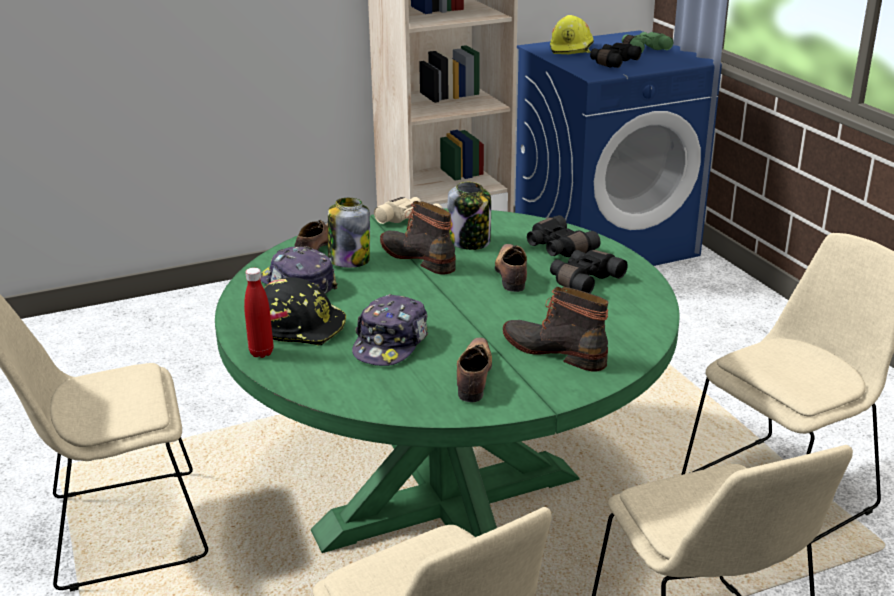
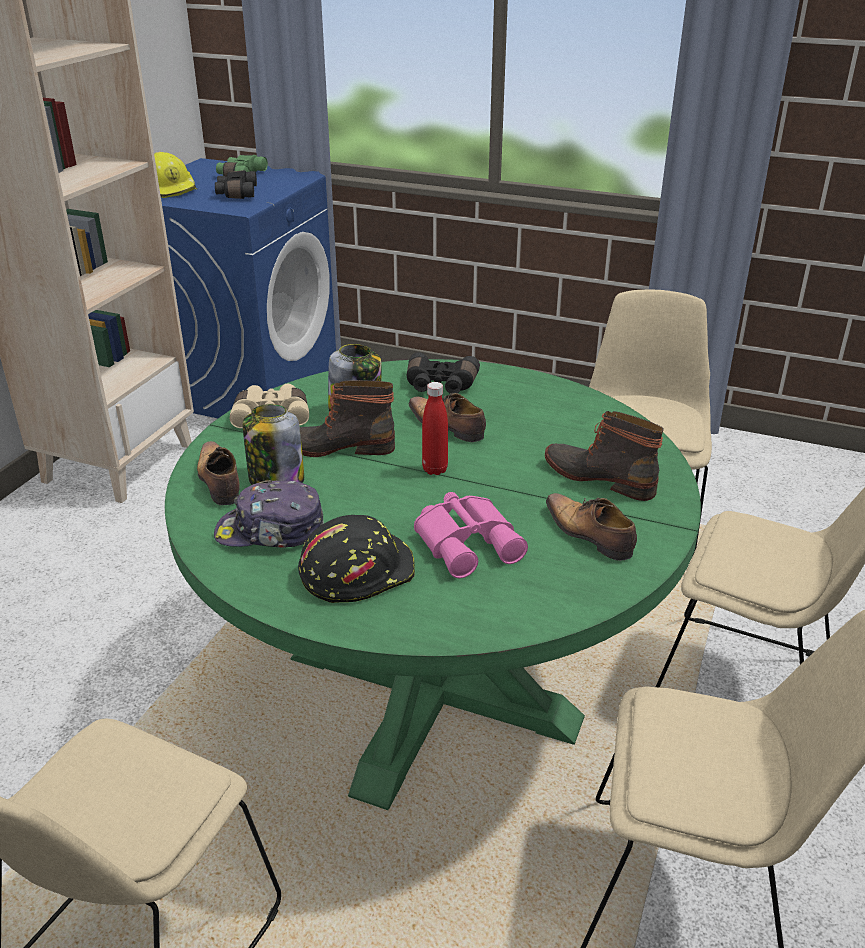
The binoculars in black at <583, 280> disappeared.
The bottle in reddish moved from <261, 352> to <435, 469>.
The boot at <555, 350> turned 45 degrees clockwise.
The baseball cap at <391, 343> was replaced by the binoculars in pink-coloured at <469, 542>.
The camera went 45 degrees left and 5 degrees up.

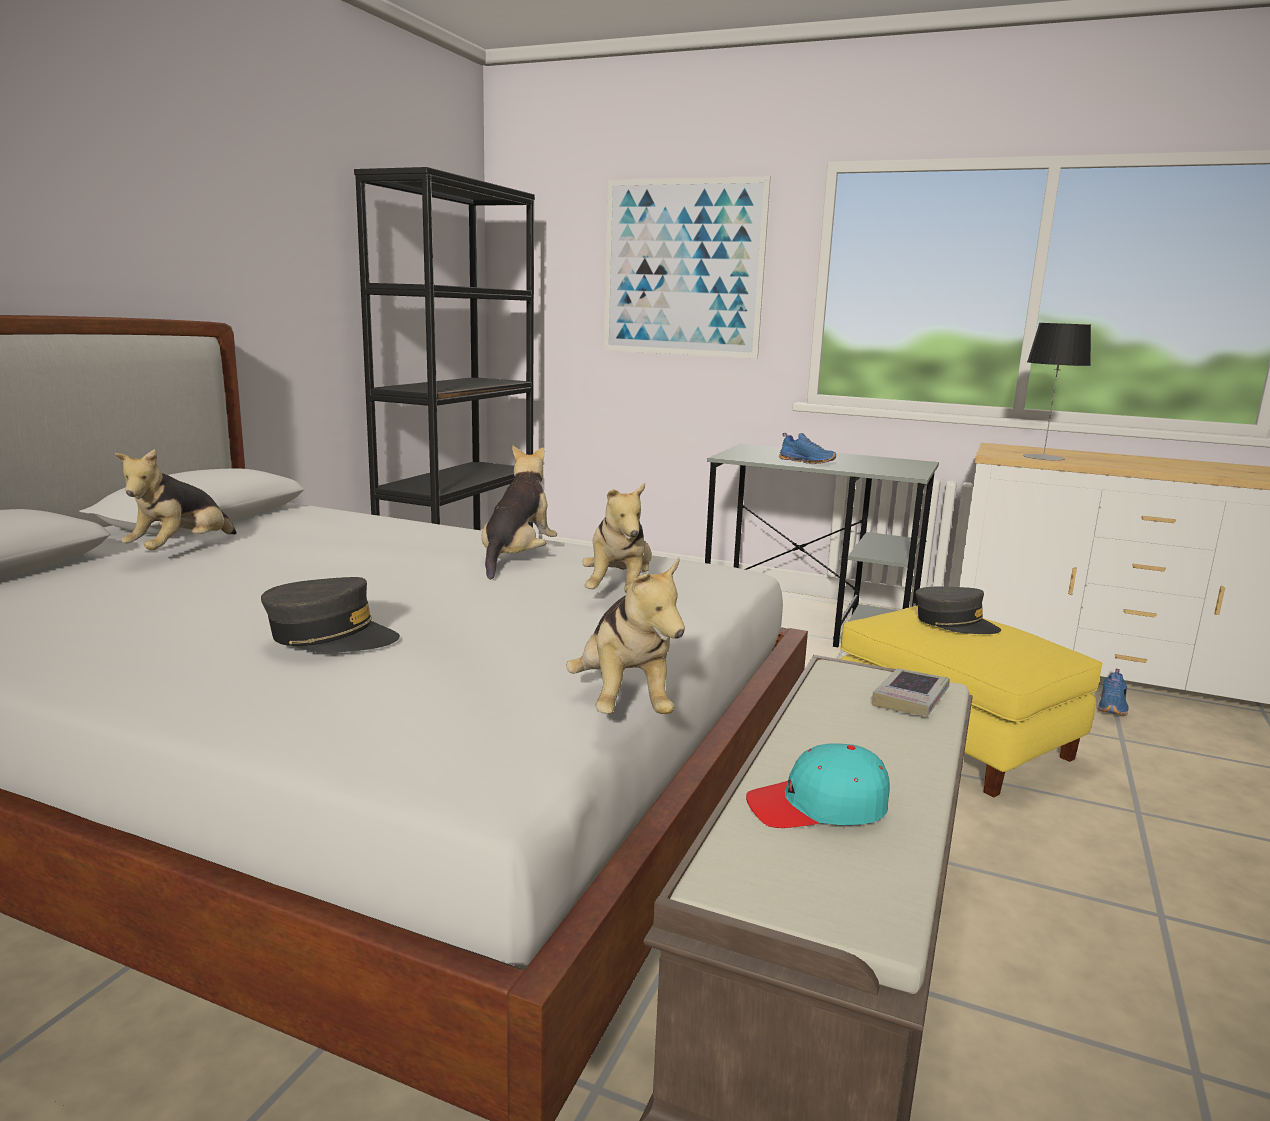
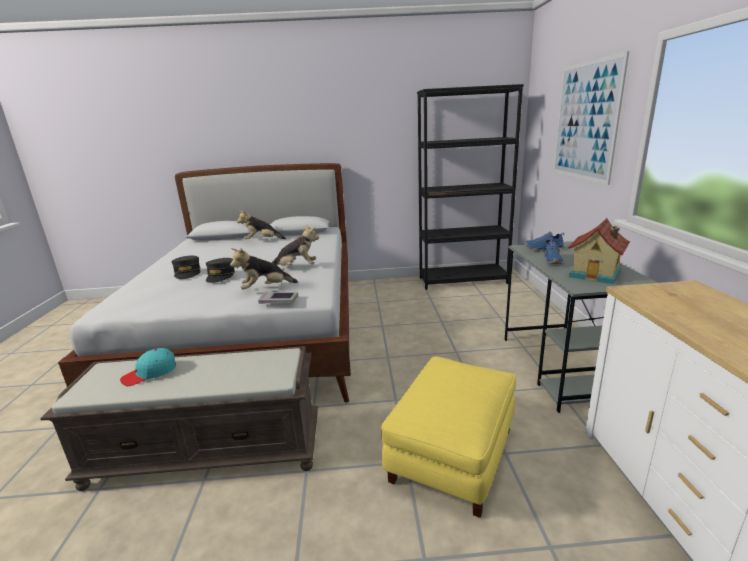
The table lamp at <1043, 457> disappeared.
The plush toy at <622, 703> disappeared.
The baseball cap in gray moved from <954, 623> to <221, 276>.
The volume moved from <910, 699> to <278, 301>.
The item of footwear in blue-coloured moved from <1112, 707> to <544, 249>.
The baseball cap in blue-green at <818, 807> turned 90 degrees counterclockwise.
The model house at <596, 274> appeared.
The camera went 65 degrees right and 5 degrees up.

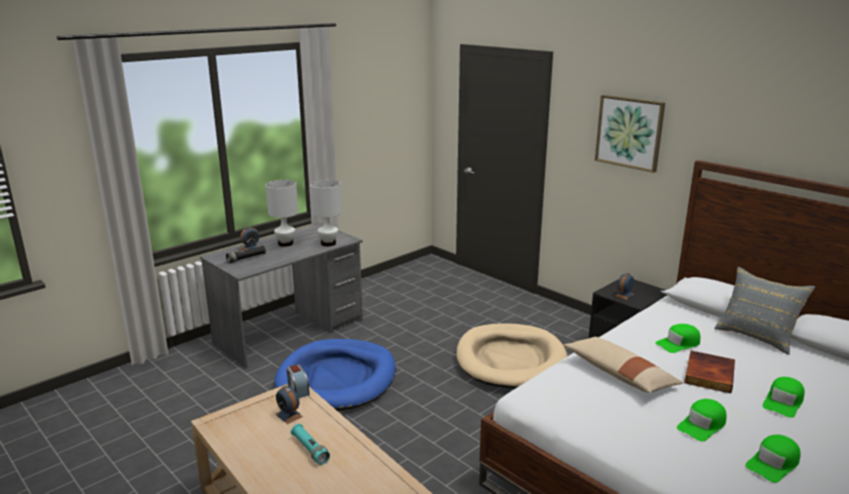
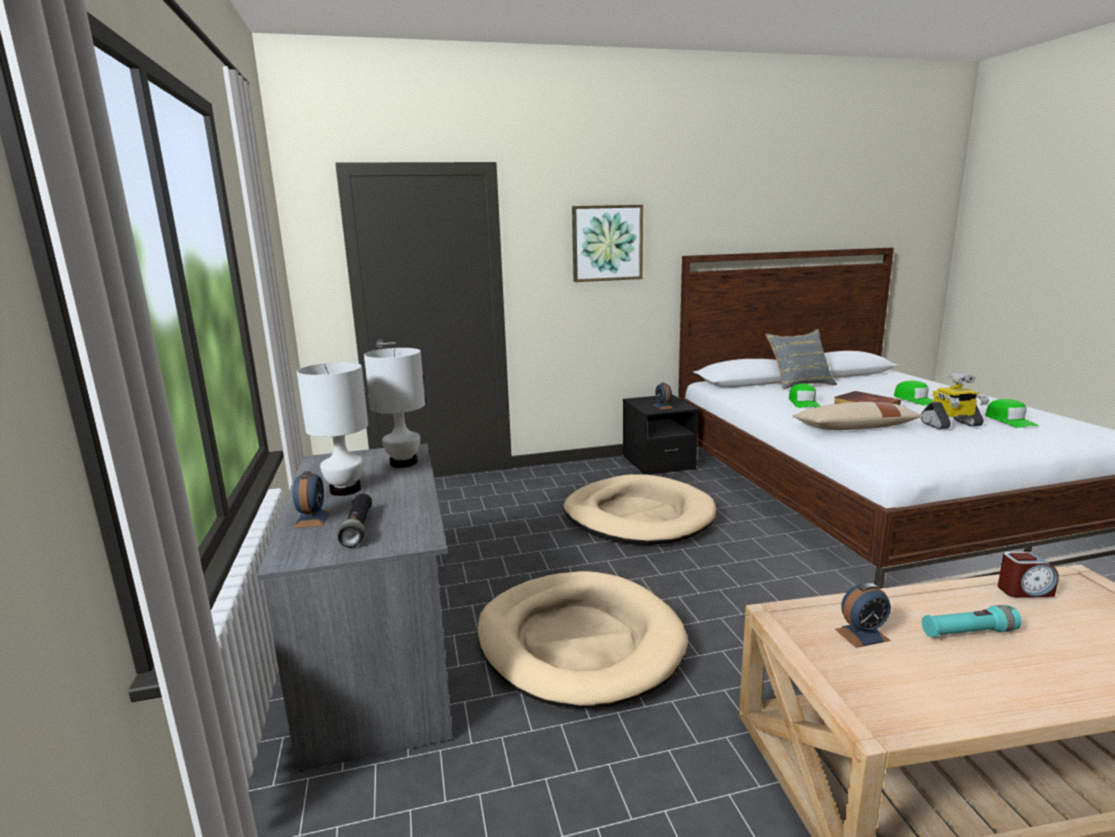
The dog cushion in blue-coloured at <337, 379> became the dog cushion in beige at <579, 642>.
The alarm clock moved from <298, 390> to <1024, 591>.
The baseball cap in green at <702, 425> was replaced by the toy robot at <951, 424>.
The camera went 60 degrees left and 5 degrees down.

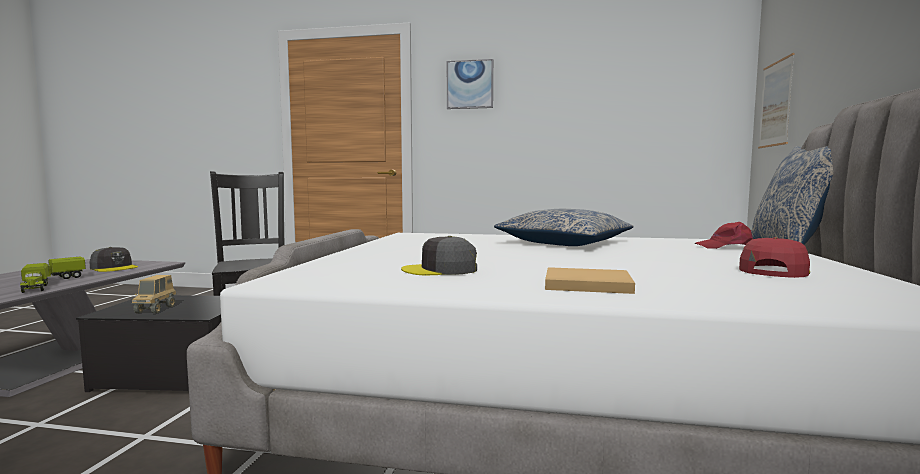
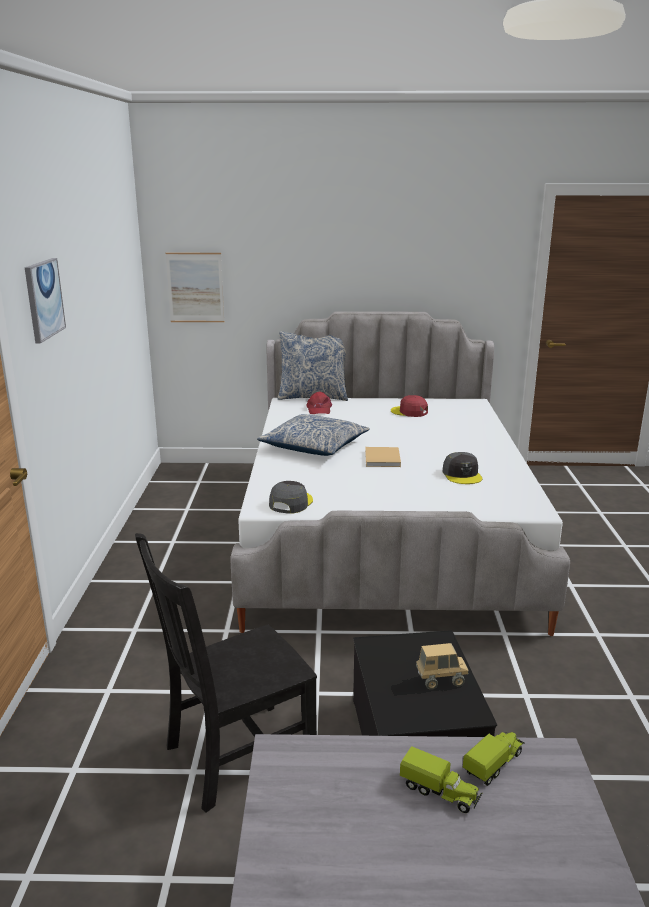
The baseball cap in gray moved from <114, 268> to <290, 503>.
The volume in beige moved from <584, 284> to <382, 459>.
The camera went 100 degrees left and 15 degrees up.

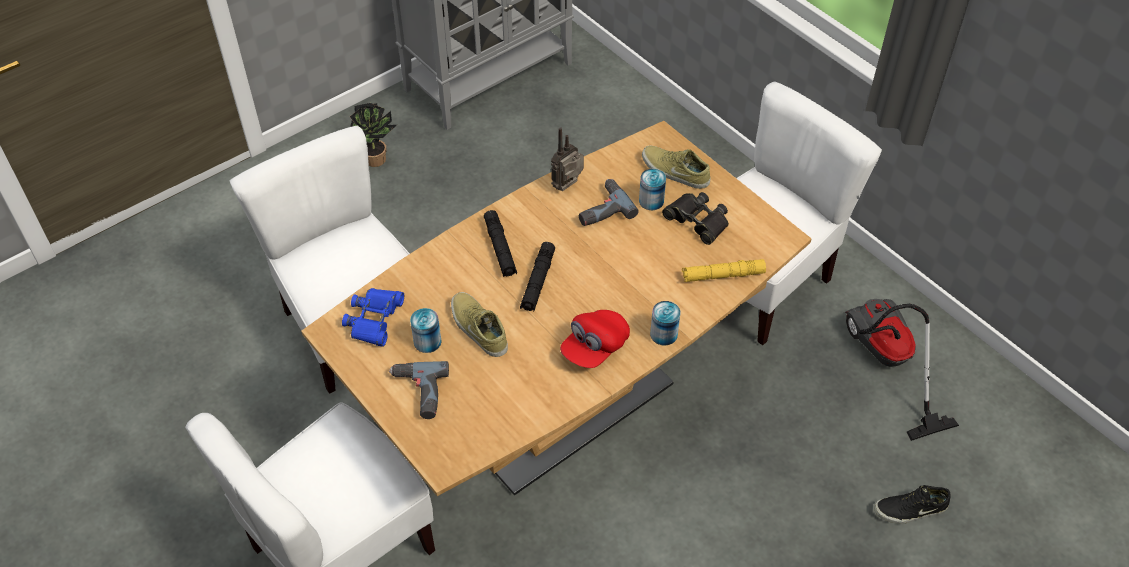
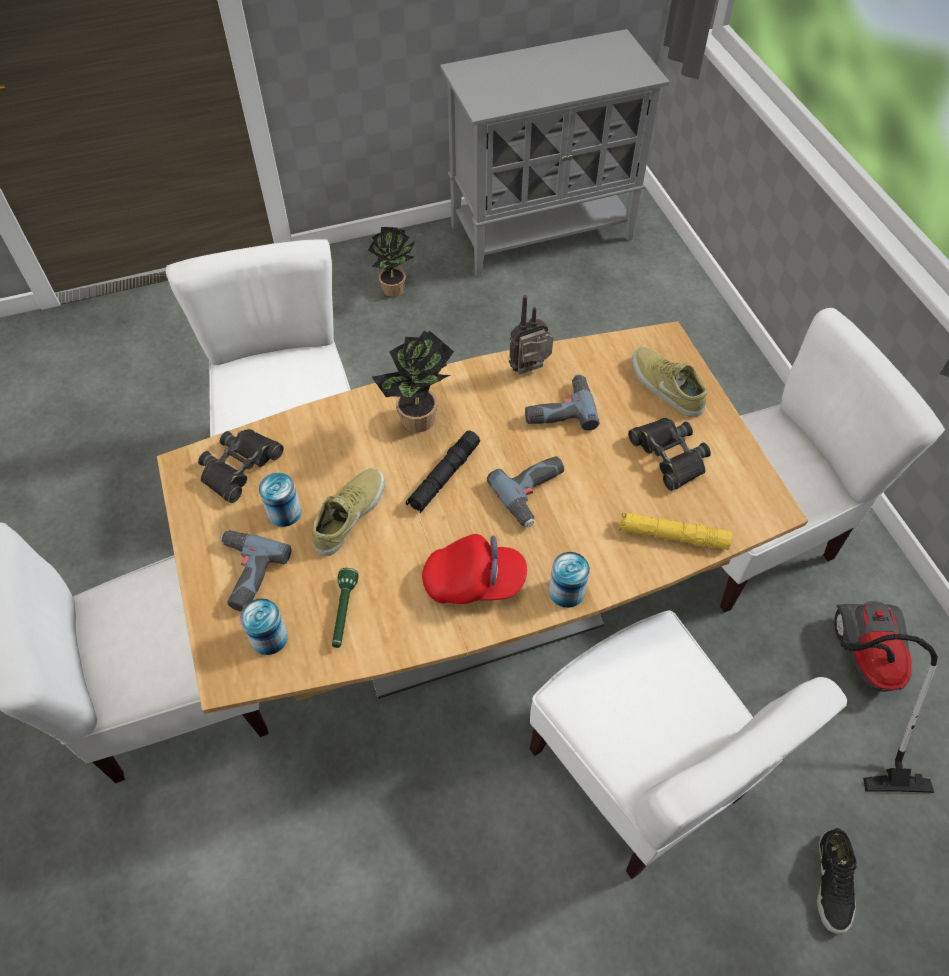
The sealed can moved from <651, 201> to <269, 637>.
The hand torch in black at <500, 248> was replaced by the potted plant at <419, 423>.
The binoculars in blue-coloured at <374, 319> became the binoculars in black at <240, 467>.
The item of footwear in beige at <477, 329> turned 45 degrees clockwise.
The baseball cap in reddish at <594, 347> turned 150 degrees counterclockwise.
The item of footwear in black at <910, 510> turned 90 degrees counterclockwise.
The drill at <535, 494> appeared.
The hand torch in green at <343, 613> appeared.
The upright chair in white at <637, 772> appeared.
The camera went 20 degrees right and 5 degrees up.

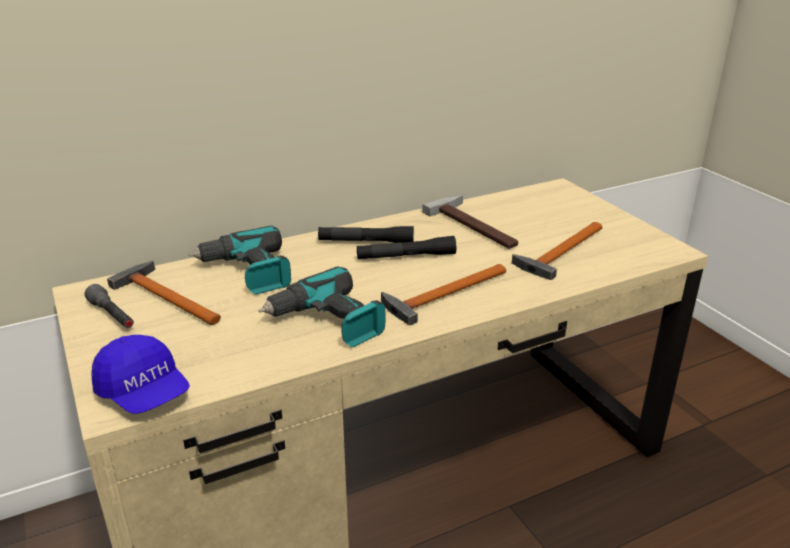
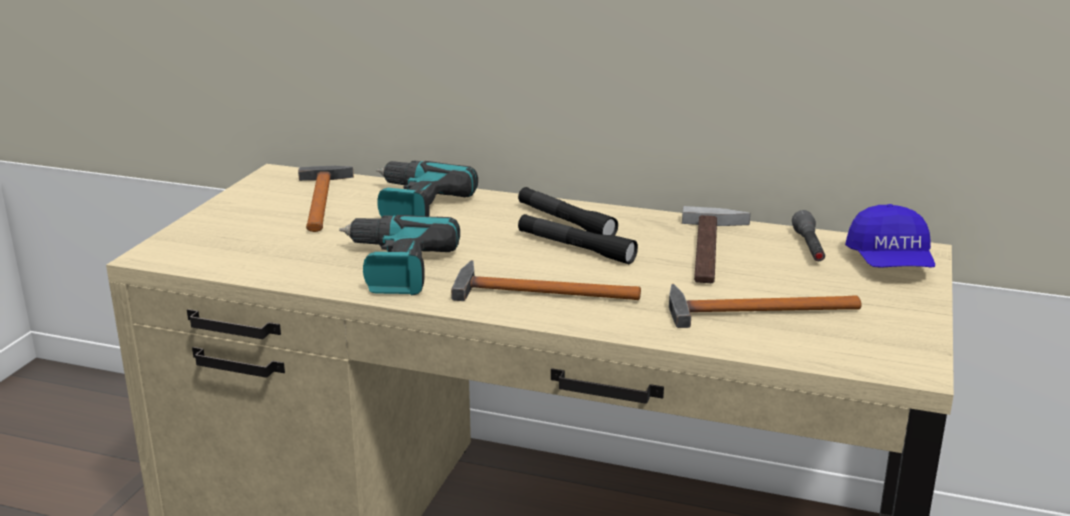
The hand torch in gray moved from <112, 316> to <809, 247>.
The baseball cap in blue-coloured moved from <144, 393> to <890, 263>.
The camera went 45 degrees right and 5 degrees down.

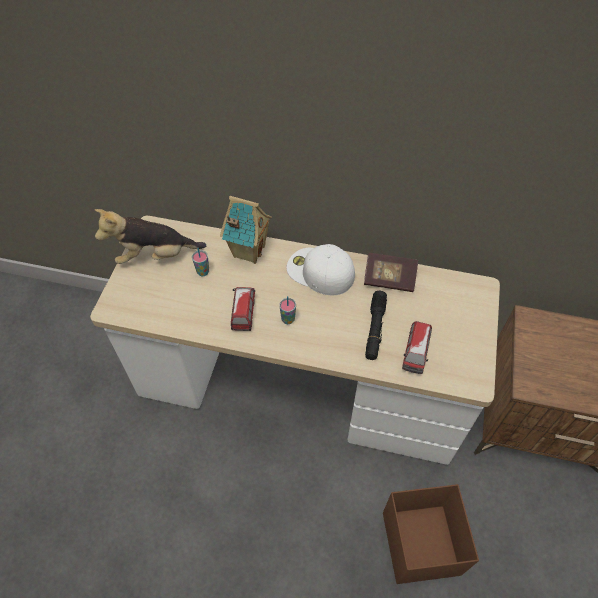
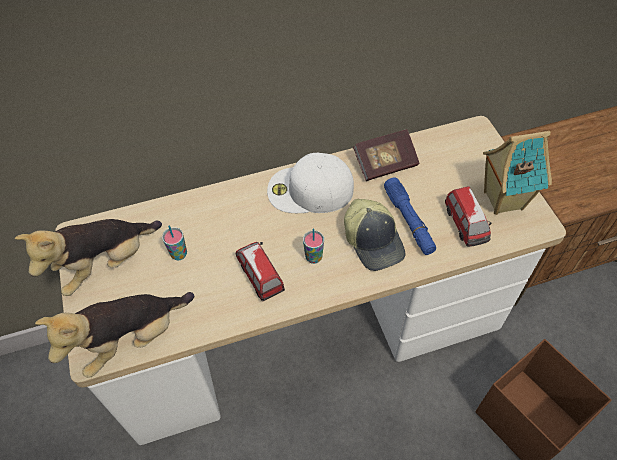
The model house moved from <248, 251> to <501, 200>.
The hand torch in black at <374, 329> became the hand torch in blue-coloured at <408, 221>.
The baseball cap at <374, 241> appeared.
The plush toy at <132, 340> appeared.
The camera went 30 degrees left and 0 degrees up.

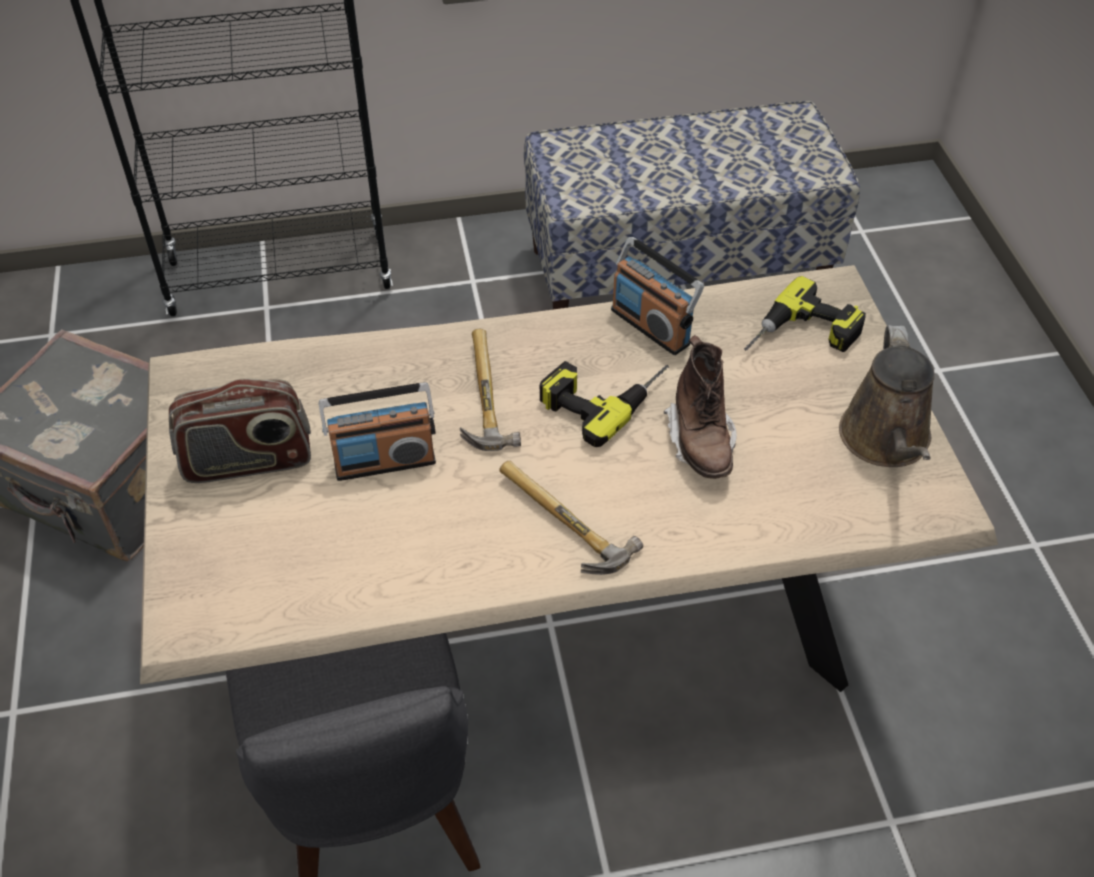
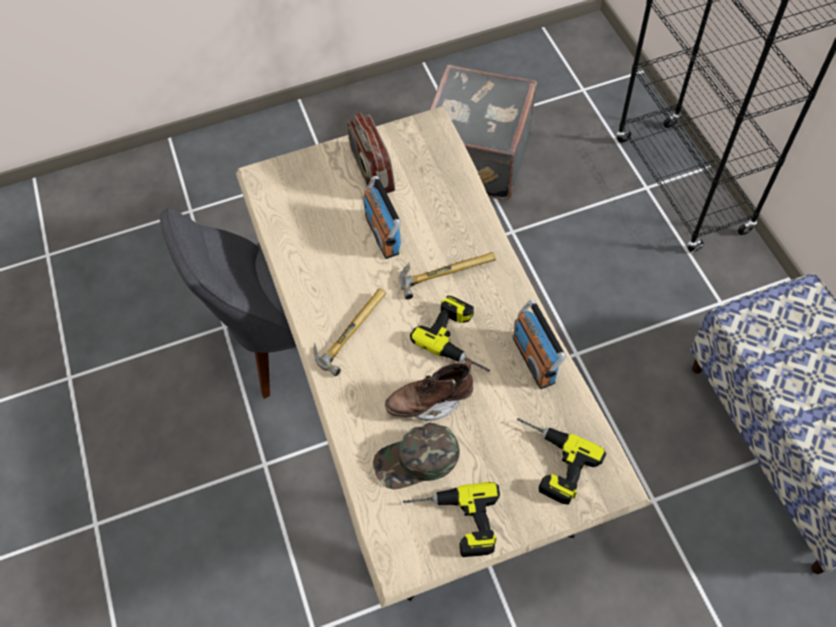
The radio receiver at <651, 326> turned 60 degrees counterclockwise.
The watering pot in brown at <886, 441> was replaced by the drill at <453, 523>.
The baseball cap in green at <417, 460> appeared.
The camera went 85 degrees right and 10 degrees up.

